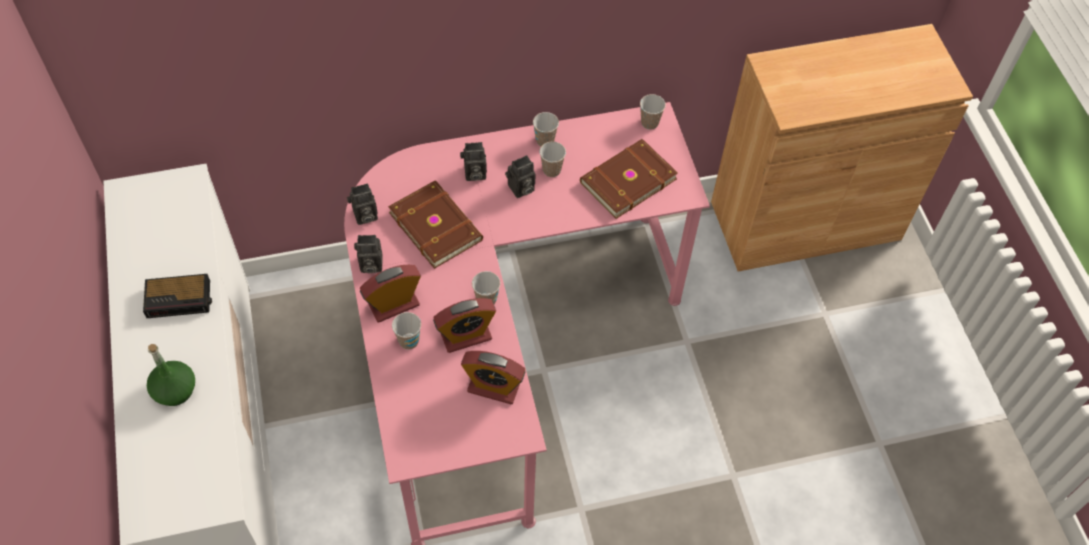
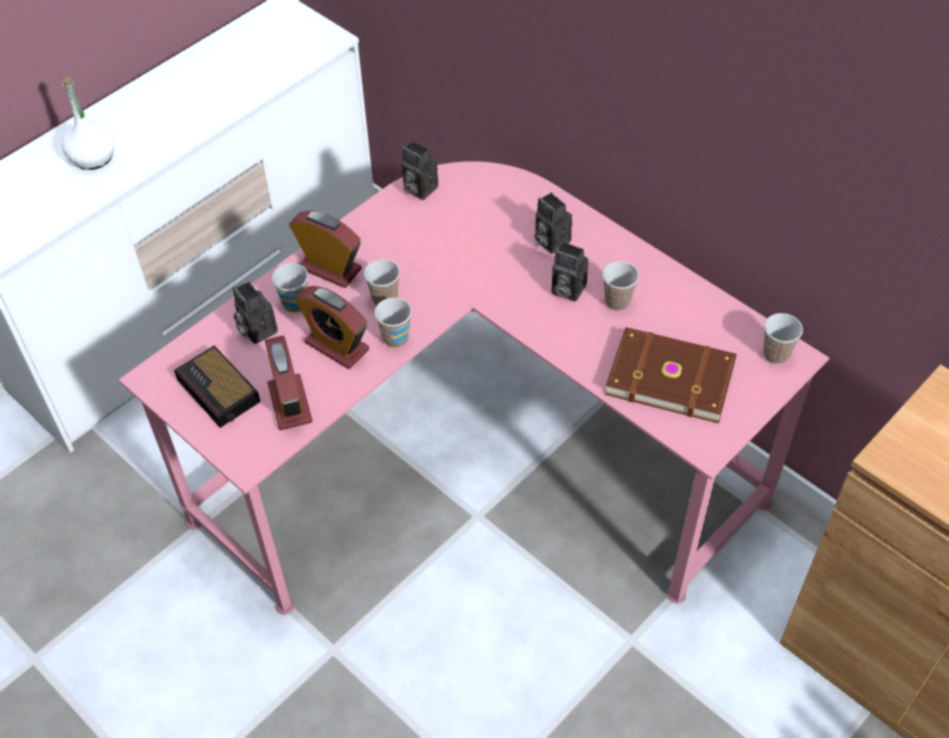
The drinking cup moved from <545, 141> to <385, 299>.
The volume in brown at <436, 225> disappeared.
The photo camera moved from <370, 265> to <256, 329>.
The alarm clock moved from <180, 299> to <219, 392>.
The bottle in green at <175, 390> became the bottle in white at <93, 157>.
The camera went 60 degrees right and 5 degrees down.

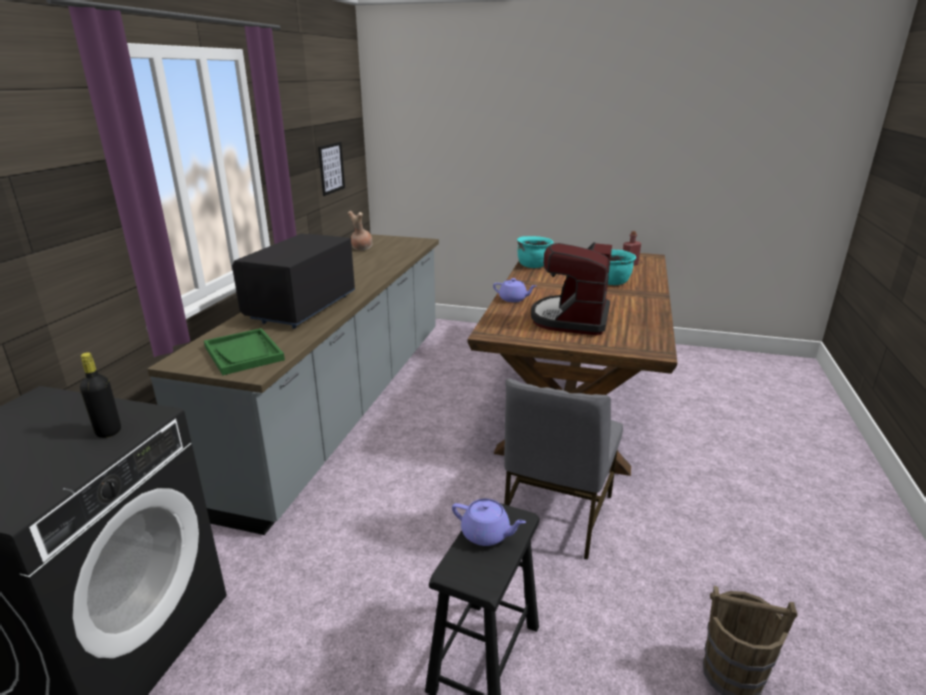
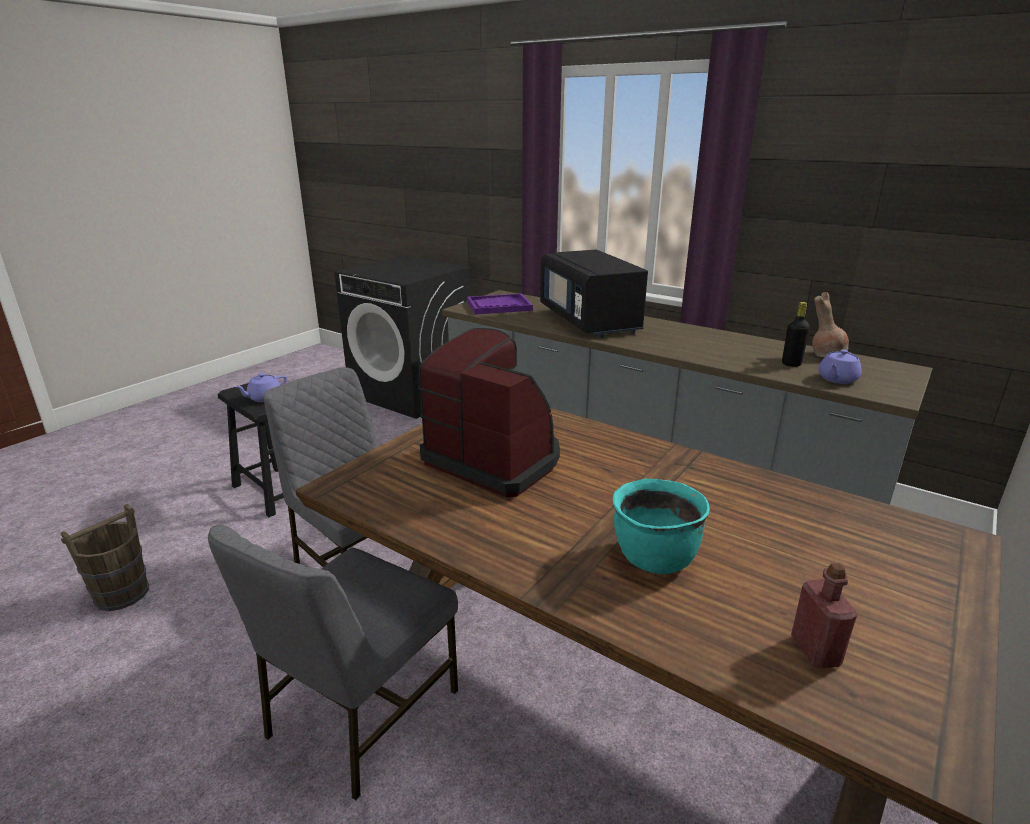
The wall picture at <331, 168> disappeared.
The microwave oven in black at <302, 307> turned 150 degrees counterclockwise.
The saucepot in blue-green at <533, 265> disappeared.
The teapot in purple-coloured moved from <513, 299> to <837, 379>.
The serving tray in green at <244, 353> became the serving tray in purple-coloured at <499, 306>.
The bottle in black moved from <108, 431> to <791, 364>.
The upright chair in gray at <359, 713> appeared.
The camera went 110 degrees right and 0 degrees up.

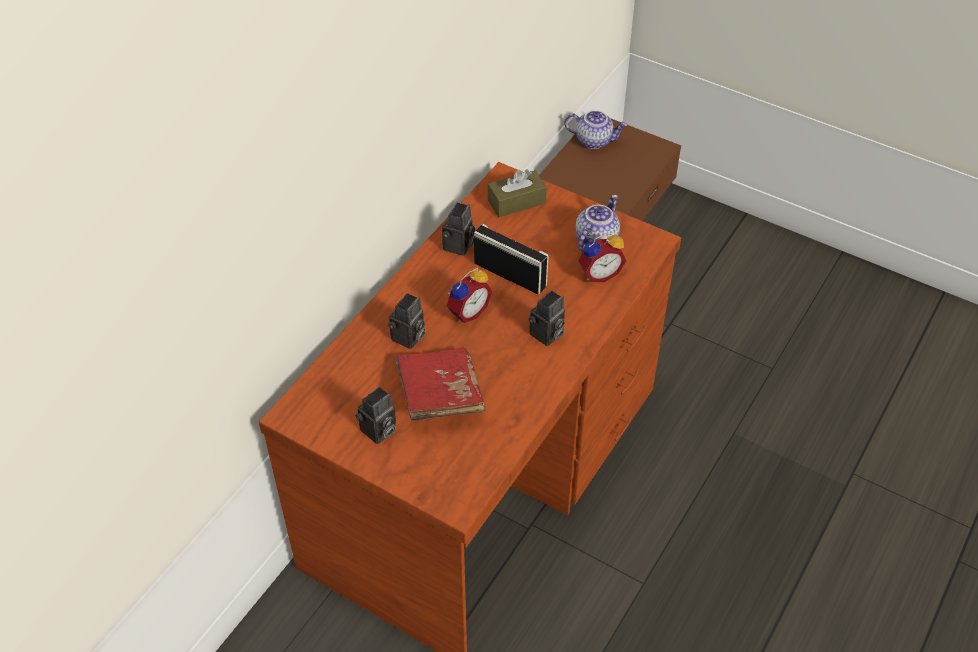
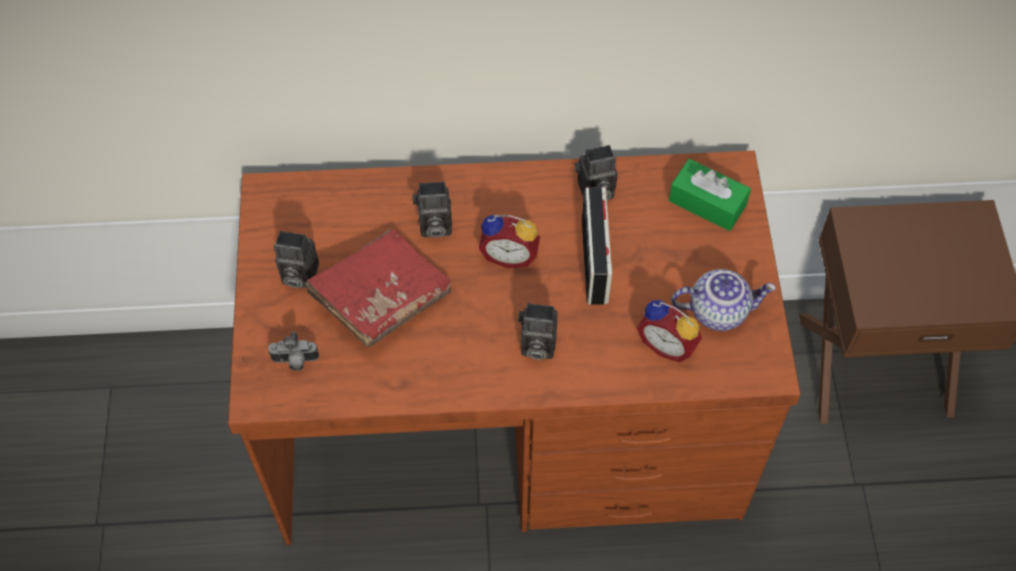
The teapot at <594, 140> disappeared.
The box of tissues in brown at <516, 202> became the box of tissues in green at <707, 203>.
The photo camera at <295, 362> appeared.
The camera went 55 degrees right and 10 degrees up.

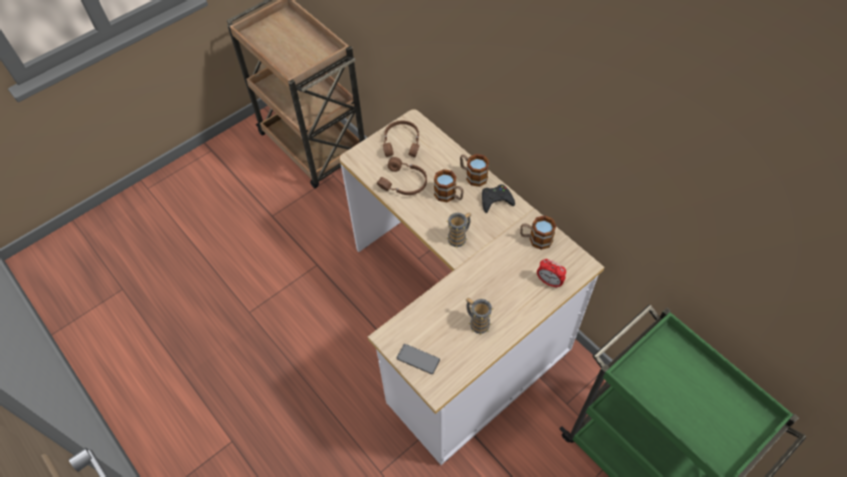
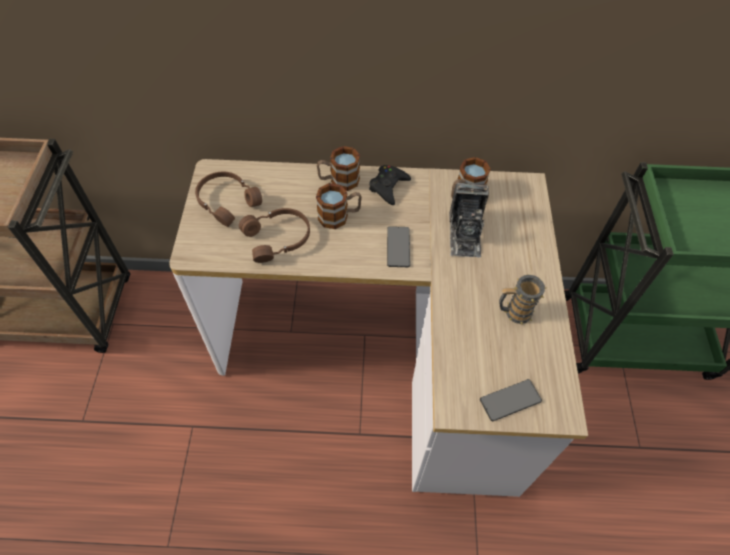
The tea mug at <459, 237> was replaced by the telephone at <398, 247>.
The alarm clock at <549, 282> disappeared.
The photo camera at <465, 234> appeared.
The camera went 50 degrees left and 0 degrees up.

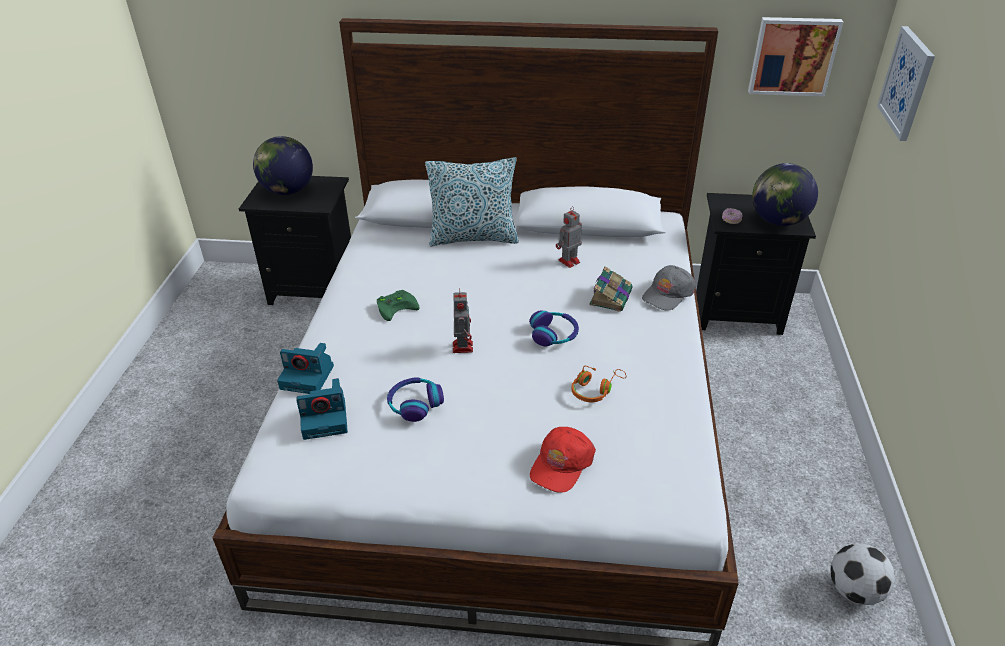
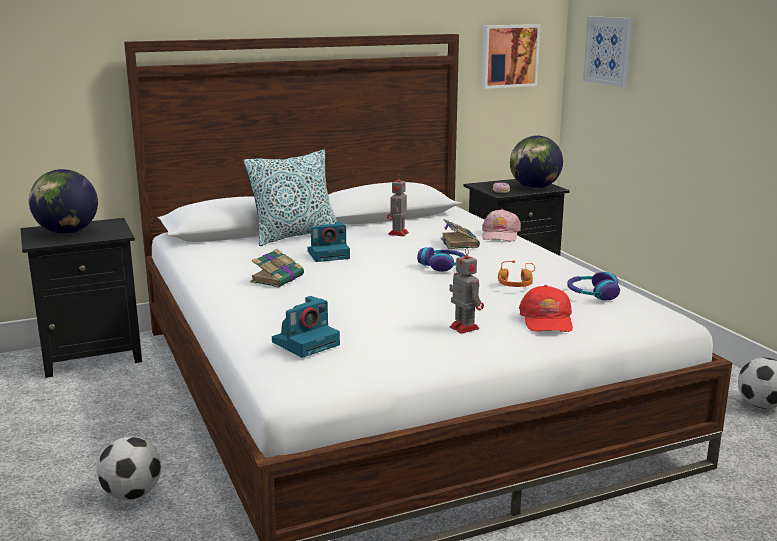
The baseball cap in gray at <667, 294> became the baseball cap in pink-coloured at <500, 235>.
The toy robot moved from <462, 346> to <463, 327>.
The gamepad in green at <397, 306> was replaced by the volume at <278, 278>.
The photo camera moved from <308, 377> to <329, 254>.
The headset moved from <415, 404> to <592, 294>.
The football at <132, 494> appeared.
The camera went 30 degrees left and 20 degrees down.

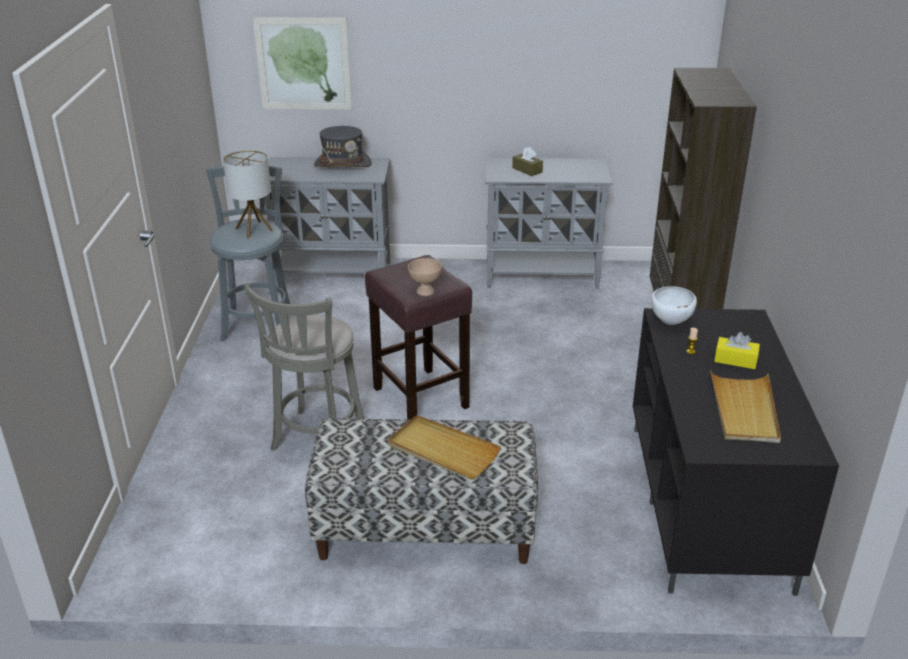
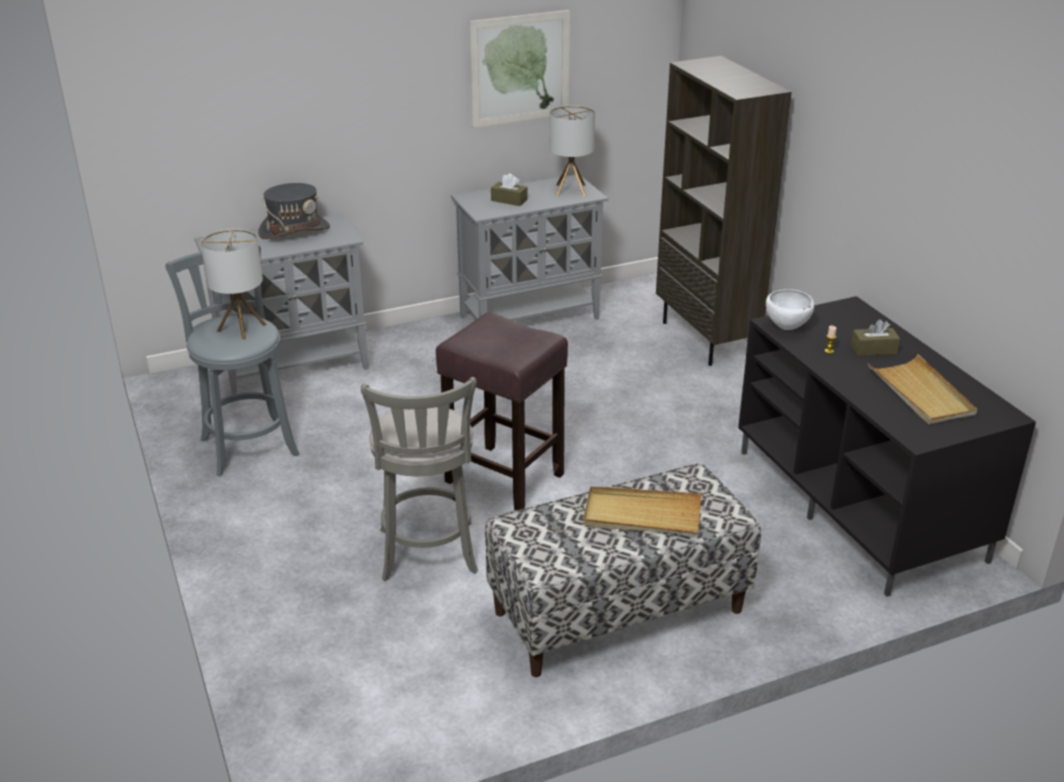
The wall picture moved from <303, 64> to <520, 69>.
The serving bowl in beige at <424, 291> disappeared.
The box of tissues in yellow at <735, 360> became the box of tissues in brown at <873, 349>.
The table lamp at <570, 190> appeared.
The camera went 25 degrees left and 0 degrees up.

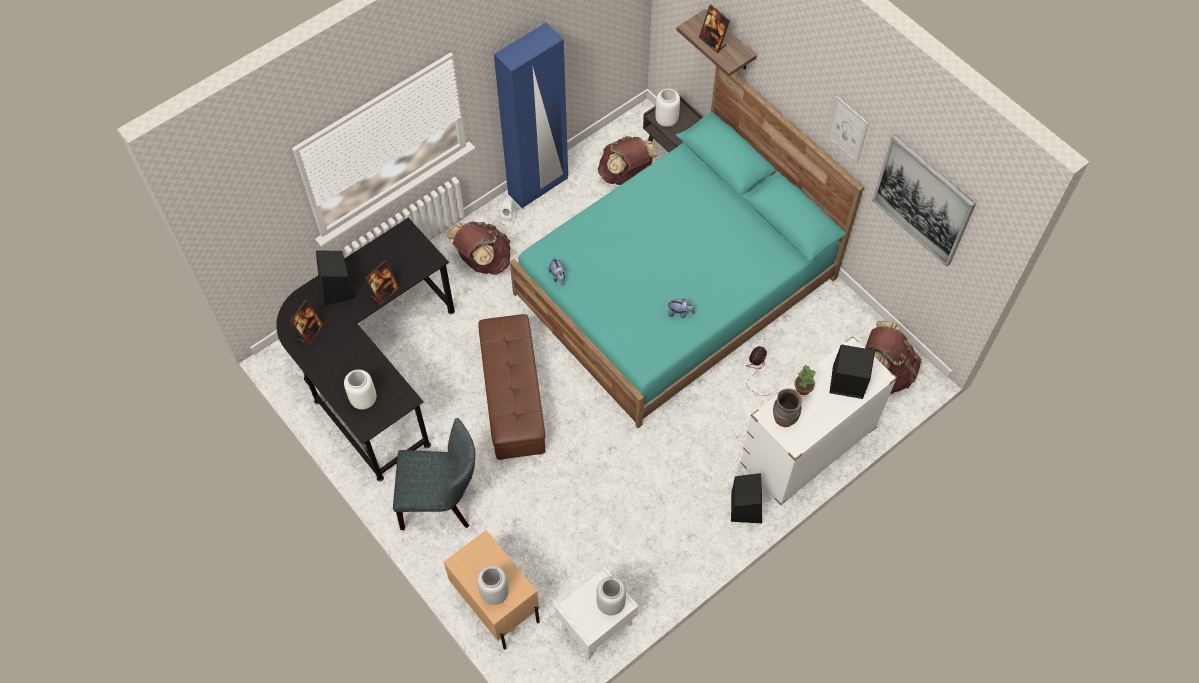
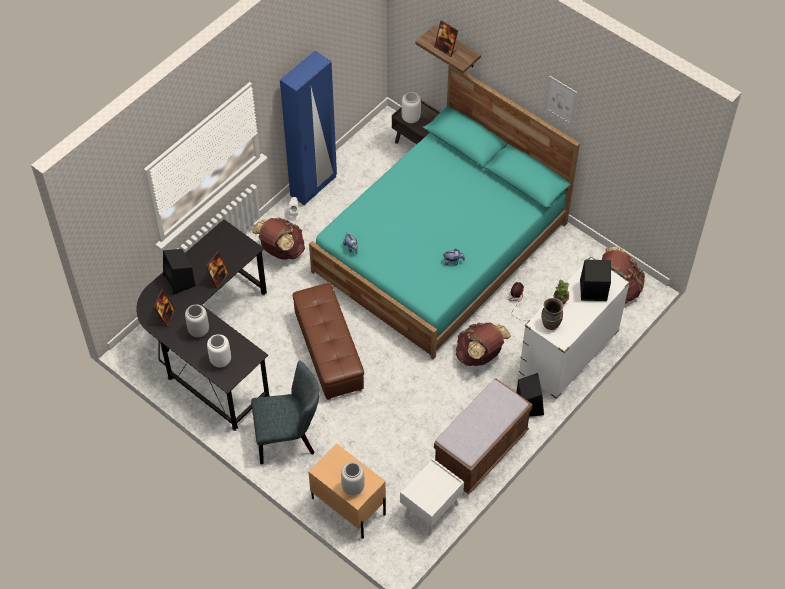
The wall picture at <923, 200> disappeared.
The rucksack in brown moved from <626, 175> to <480, 355>.
The flower vase in gray moved from <611, 604> to <199, 331>.
The indoor bench in brown at <481, 451> appeared.
The camera went 10 degrees left and 5 degrees down.

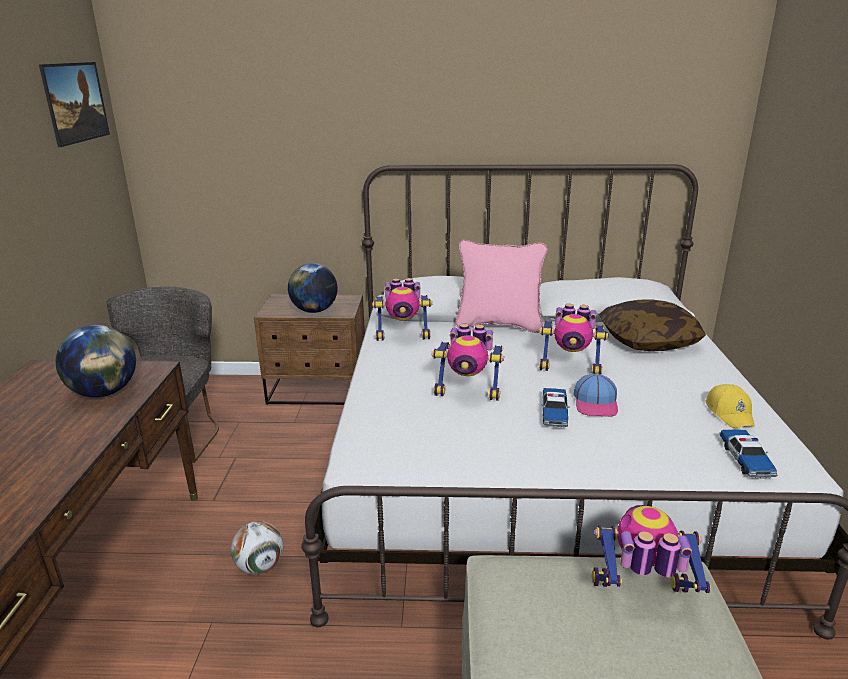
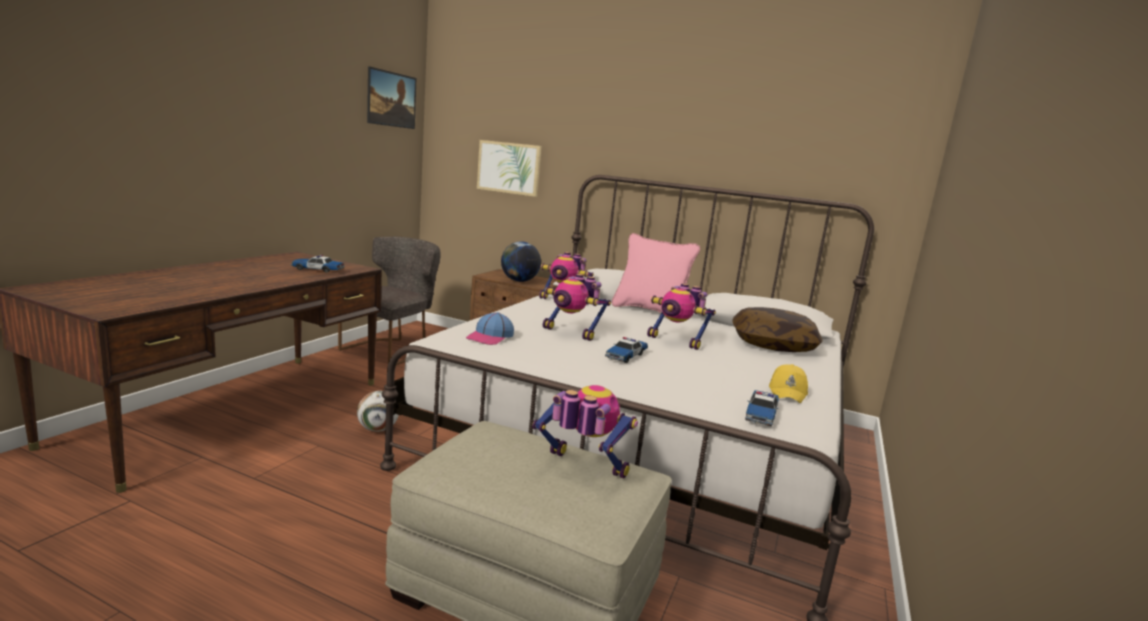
The desk globe at <104, 393> was replaced by the model car at <317, 269>.
The baseball cap moved from <596, 403> to <490, 337>.
The wall picture at <509, 168> appeared.
The camera went 20 degrees right and 10 degrees down.

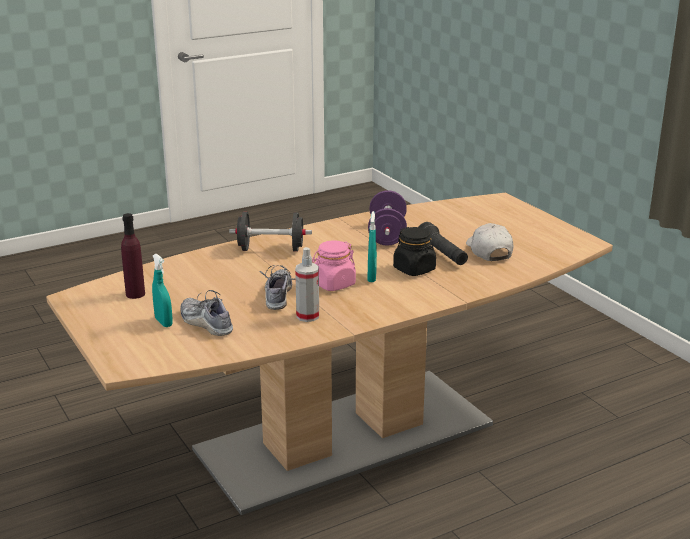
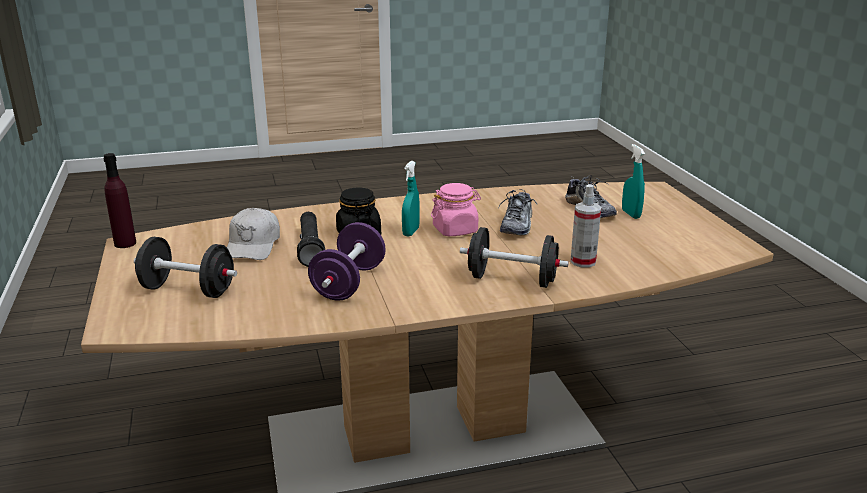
The bottle in purple-coloured moved from <135, 294> to <125, 243>.
The sprayer moved from <307, 316> to <583, 261>.
The free weight in black at <188, 290> appeared.
The camera went 165 degrees left and 0 degrees up.

